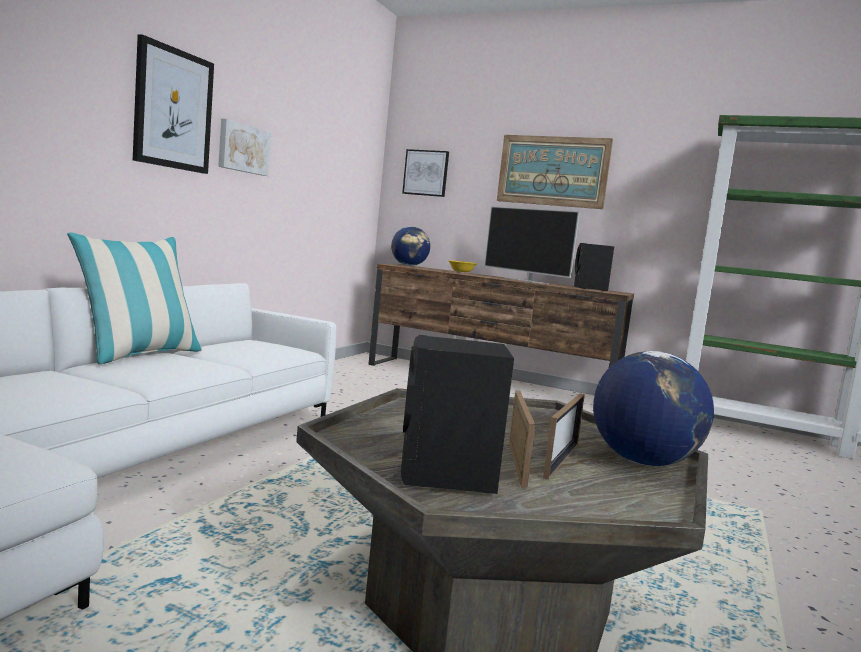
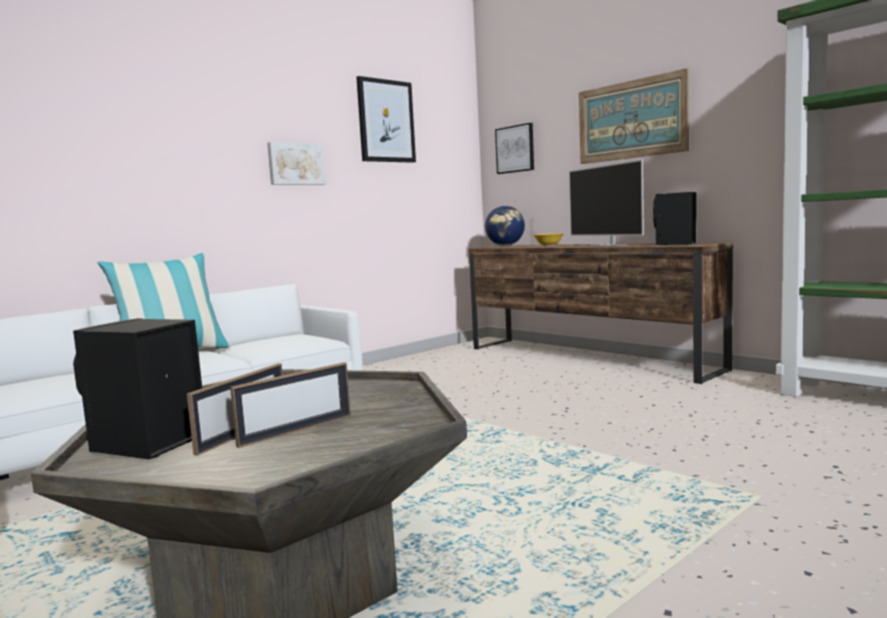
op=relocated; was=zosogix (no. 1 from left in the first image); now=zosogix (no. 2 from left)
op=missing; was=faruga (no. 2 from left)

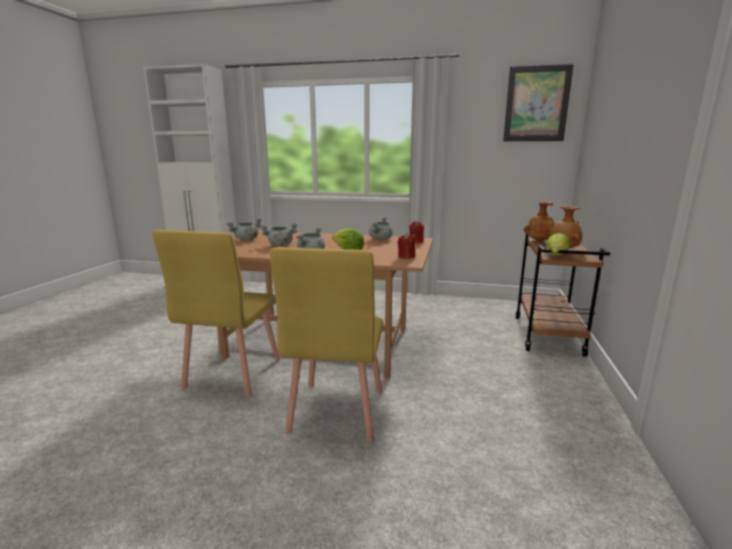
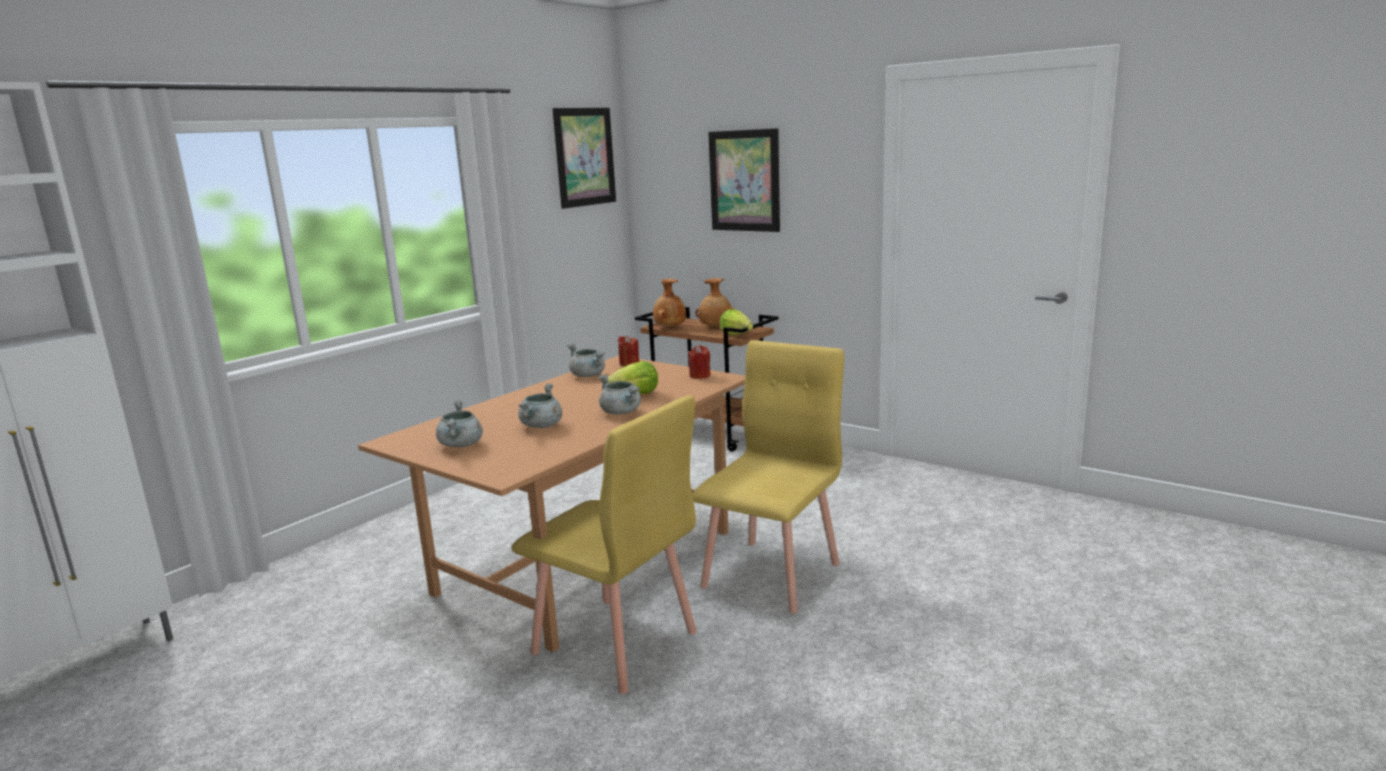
op=spun; was=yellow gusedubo (no. 2 from left); clockwise=-90
op=appeared; now=zosogix (no. 2 from left)

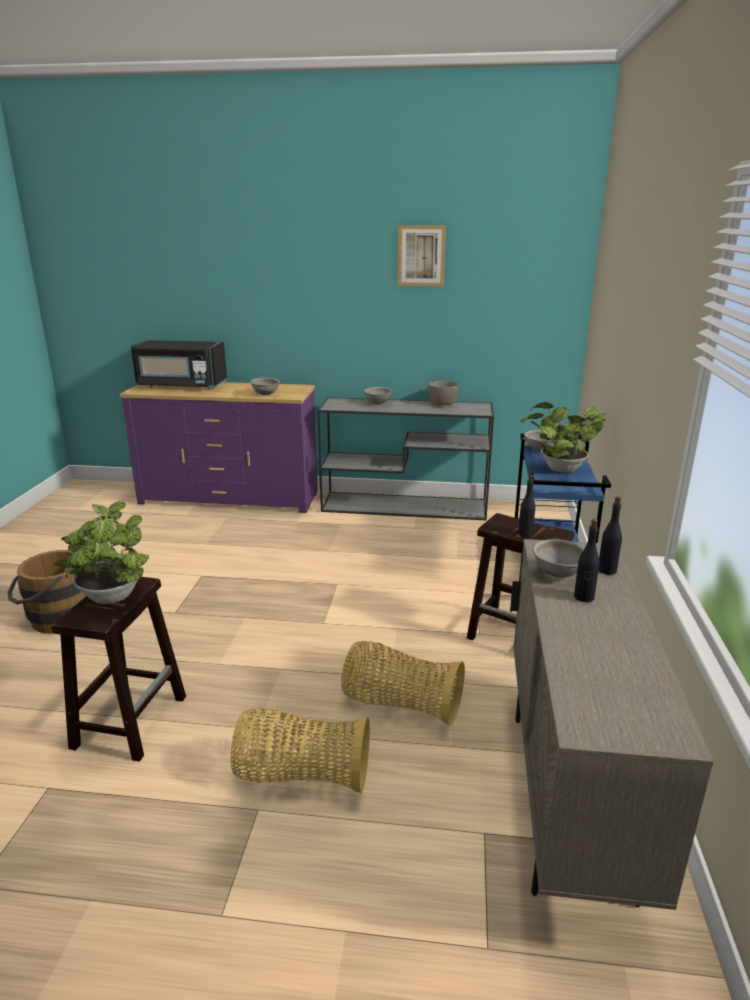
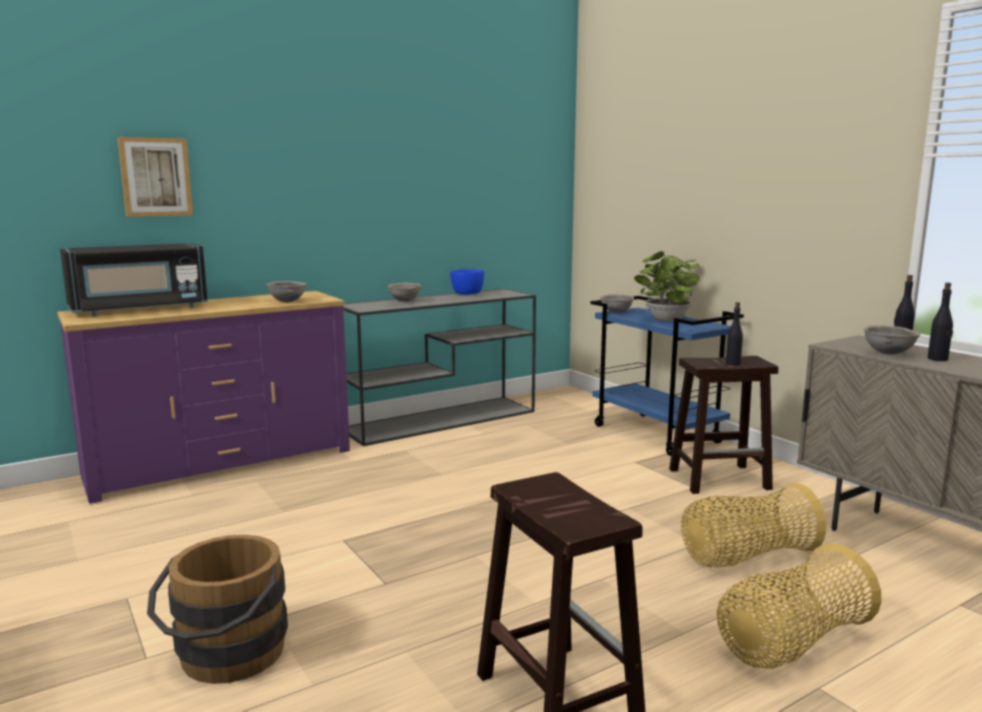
op=relocated; was=zosogix
op=colour; was=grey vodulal (no. 3 from left); now=blue vodulal
op=missing; was=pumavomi (no. 1 from left)

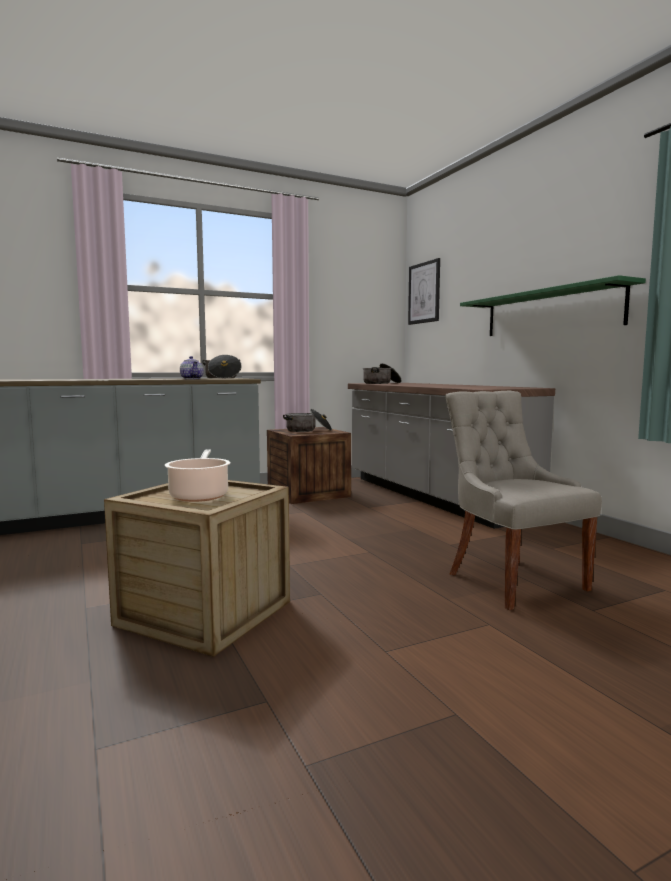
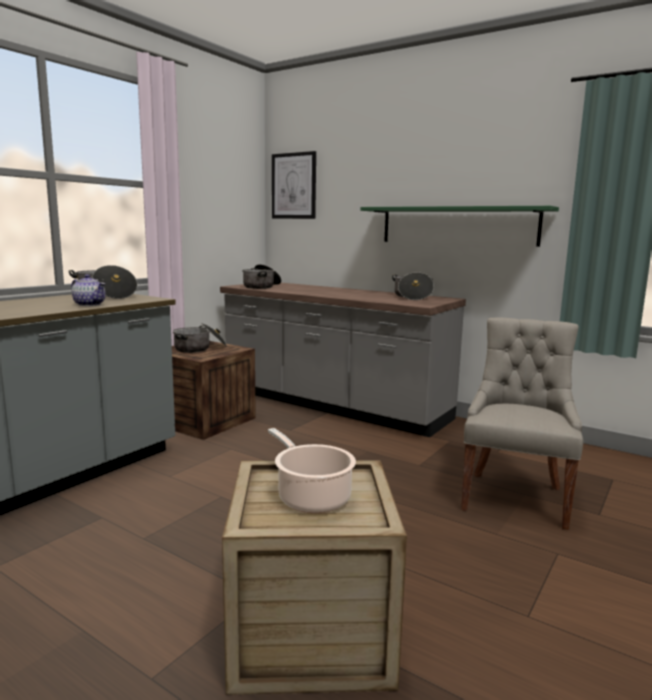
op=appeared; now=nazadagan (no. 5 from left)
op=spun; was=grey gusedubo; clockwise=75

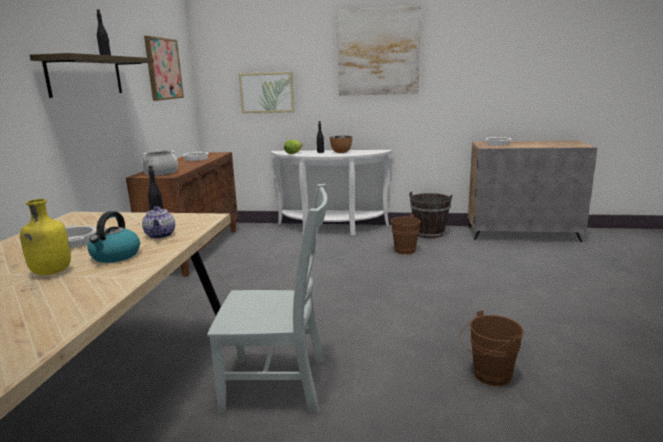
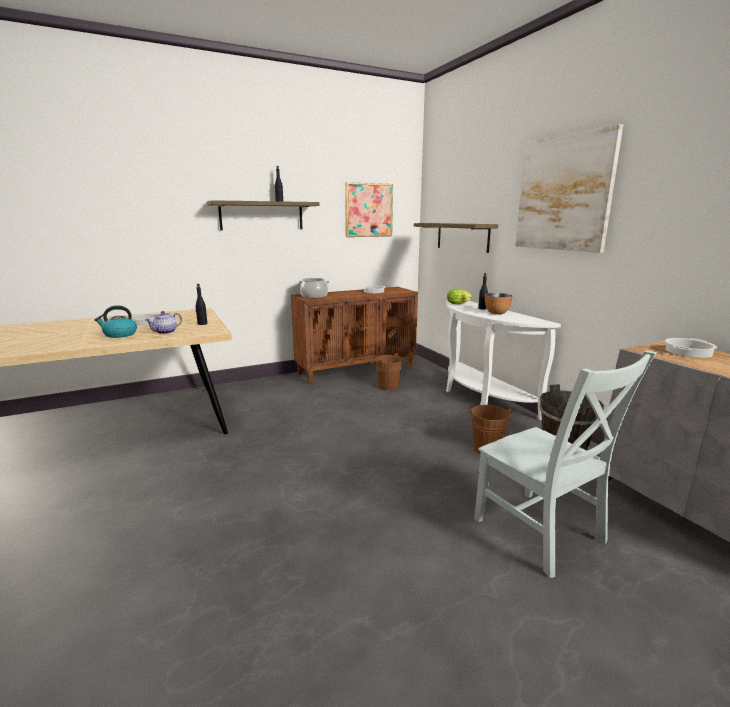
op=relocated; was=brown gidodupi (no. 3 from left in the first image); now=brown gidodupi (no. 1 from left)
op=exchanged; was=zosogix (no. 2 from left); now=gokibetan (no. 2 from left)
op=relocated; was=grey gusedubo
op=missing; was=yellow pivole

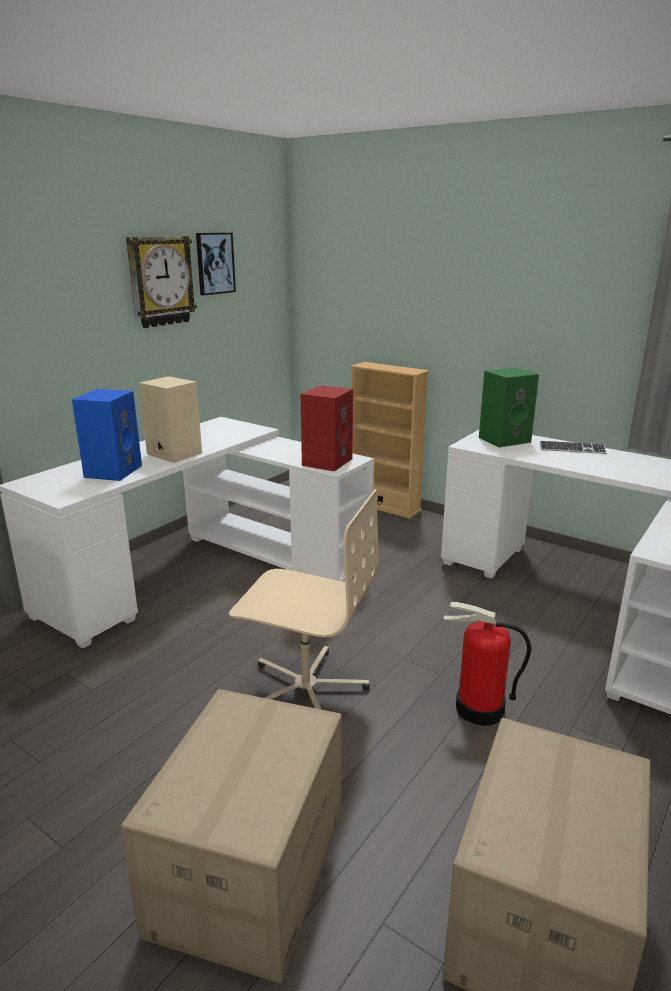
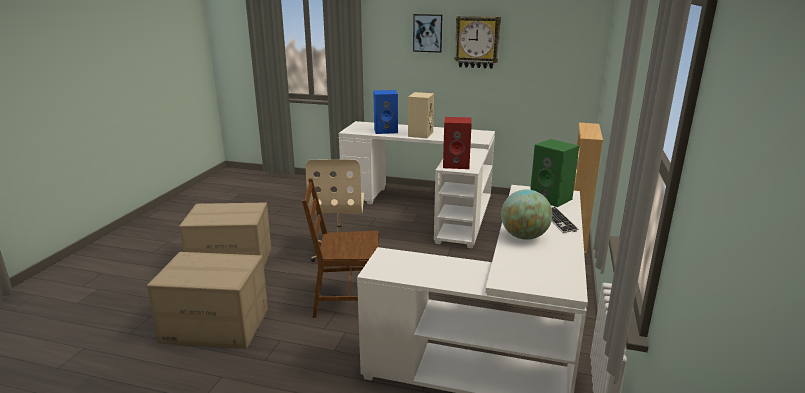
op=exchanged; was=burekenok; now=brown gusedubo
op=relocated; was=zosogix
op=appeared; now=faruga

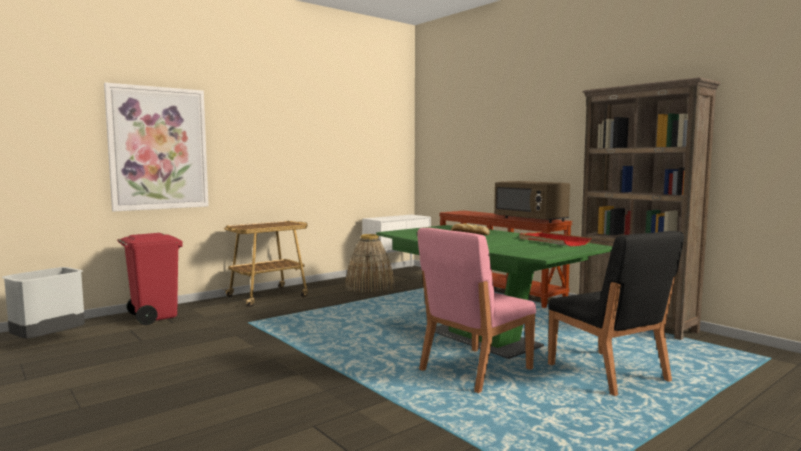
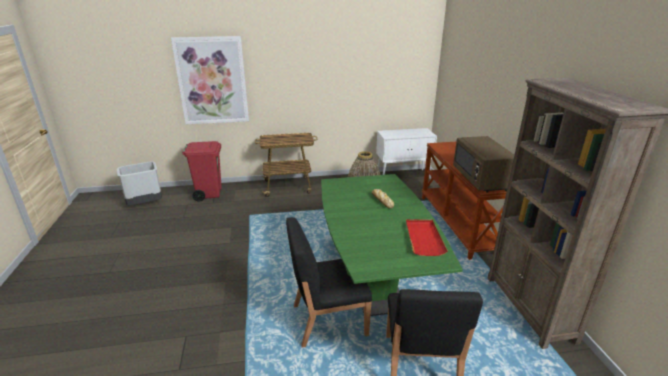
op=colour; was=pink gusedubo; now=black gusedubo (no. 1 from left)

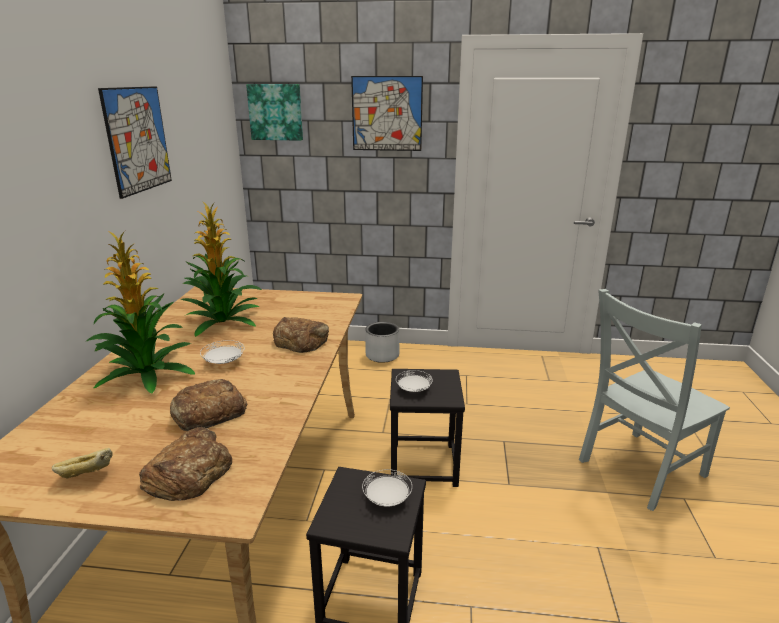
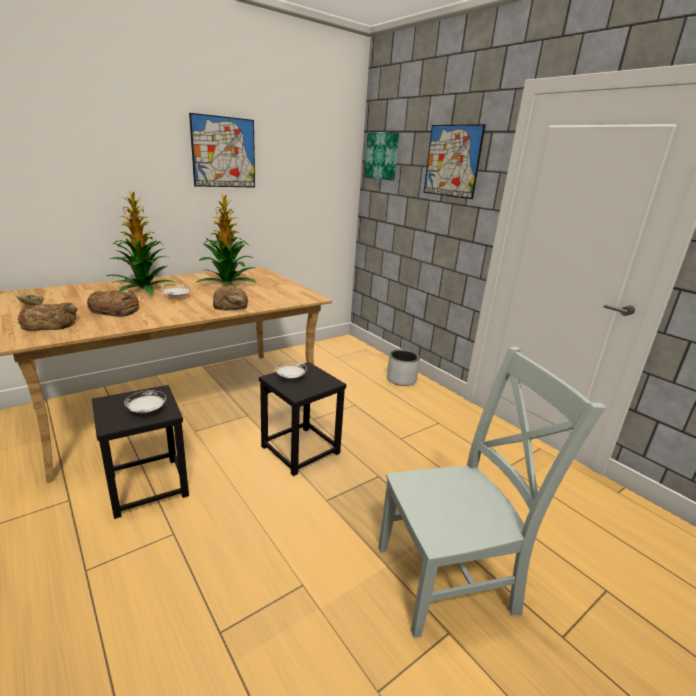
op=spun; was=grey gusedubo; clockwise=150

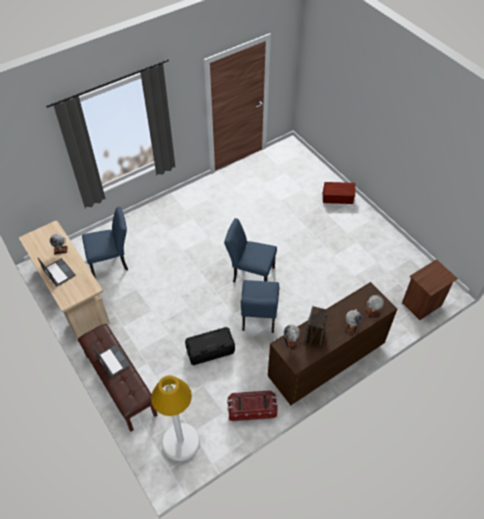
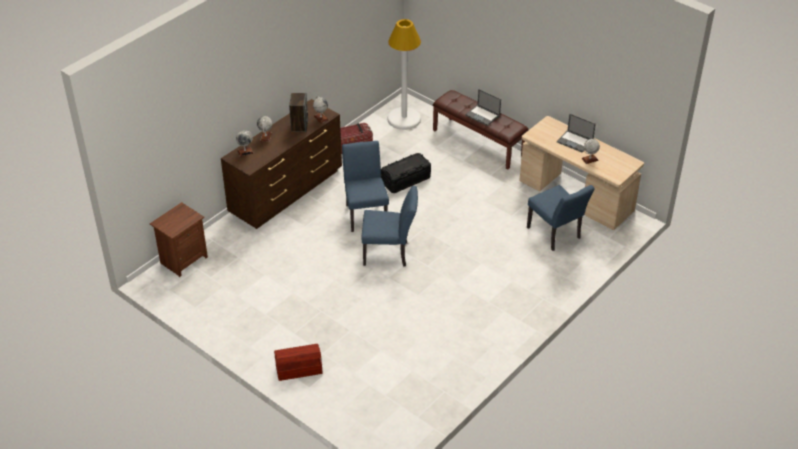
op=spun; was=blue gusedubo (no. 1 from left in the first image); clockwise=-90

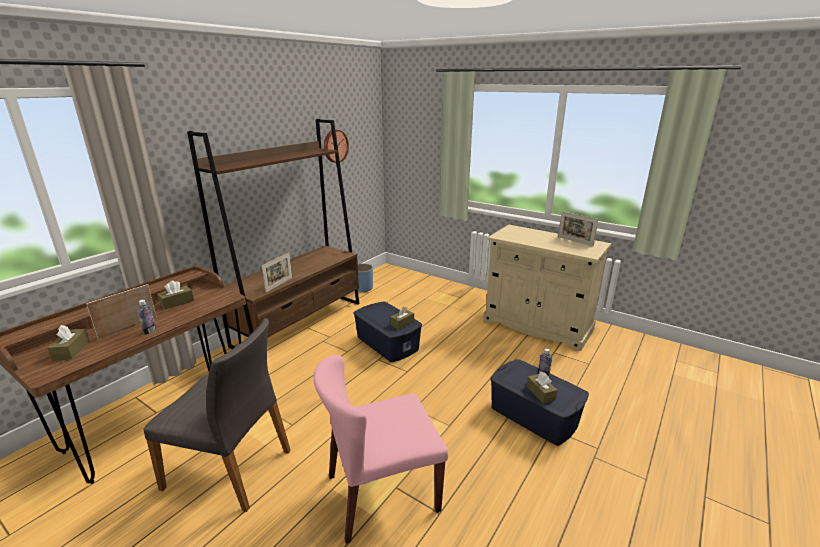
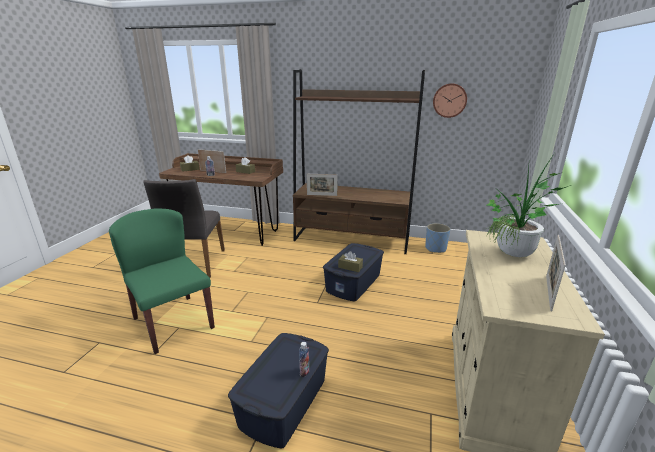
op=colour; was=pink gusedubo; now=green gusedubo
op=appeared; now=pumavomi
op=missing; was=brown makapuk (no. 4 from left)

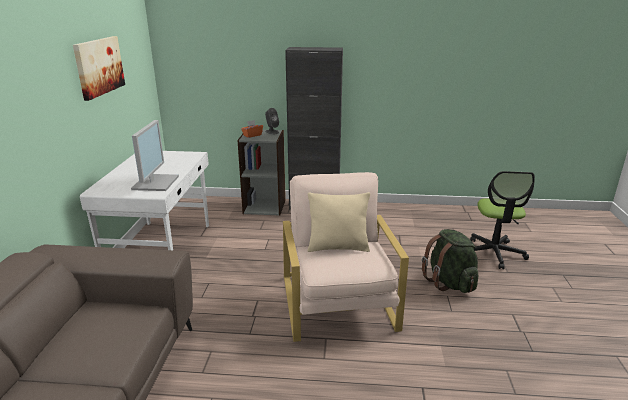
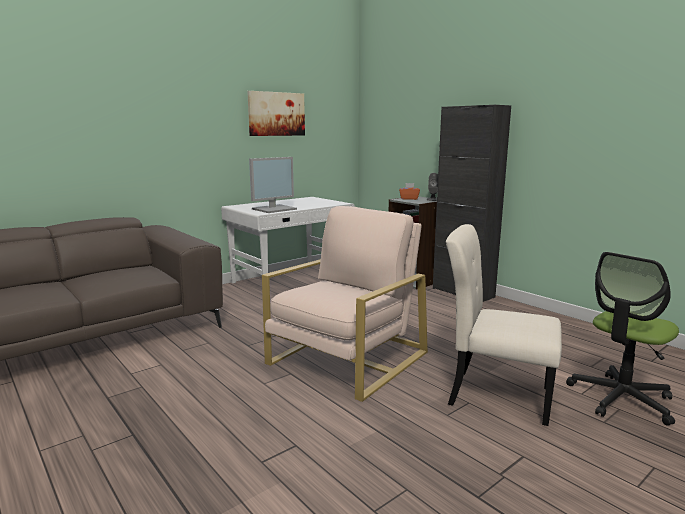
op=exchanged; was=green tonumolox; now=beige gusedubo
op=missing; was=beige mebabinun

